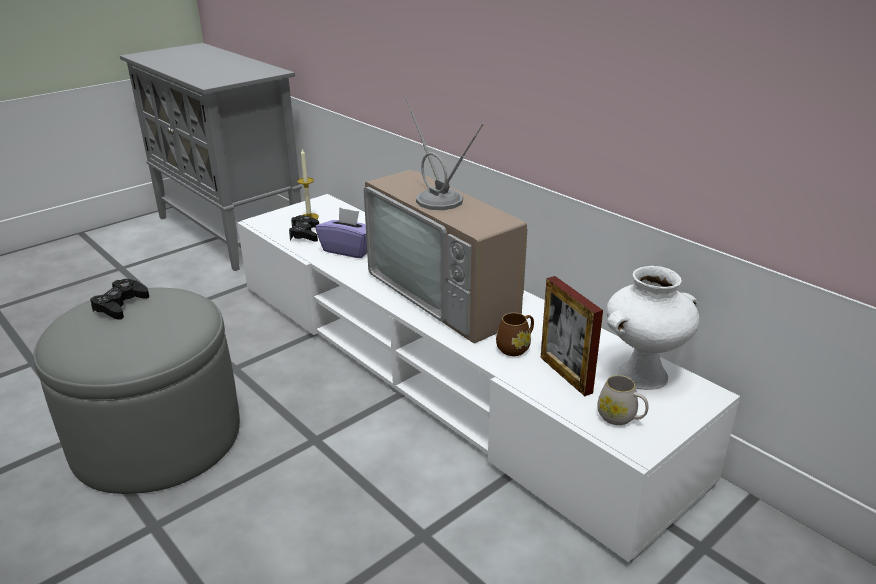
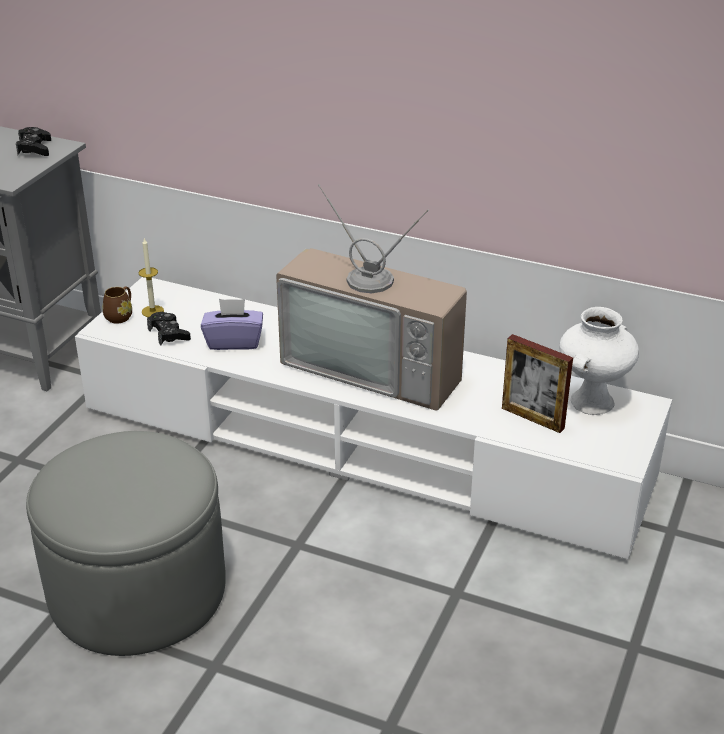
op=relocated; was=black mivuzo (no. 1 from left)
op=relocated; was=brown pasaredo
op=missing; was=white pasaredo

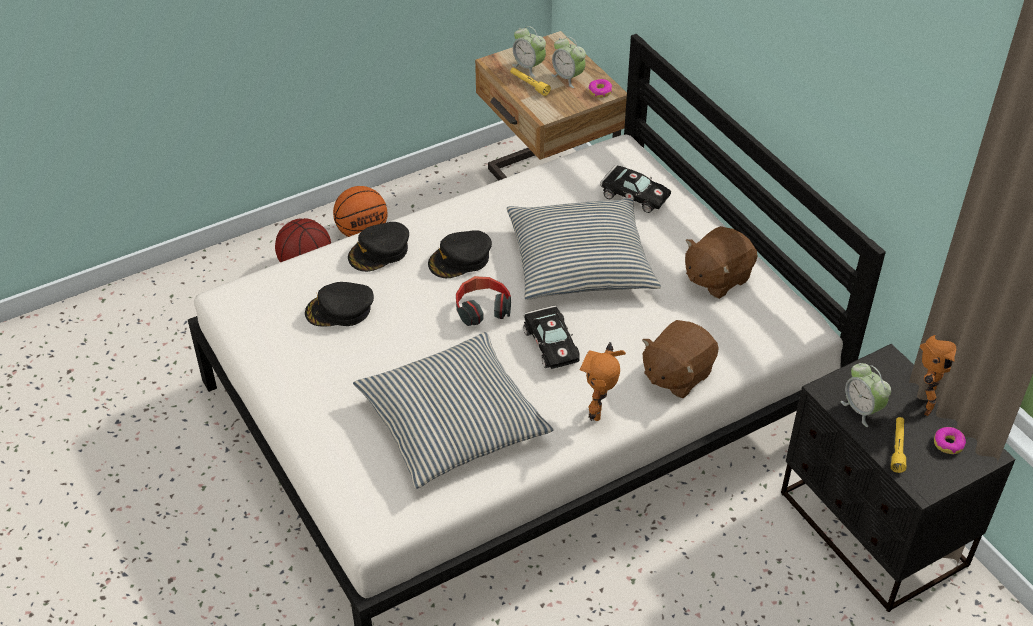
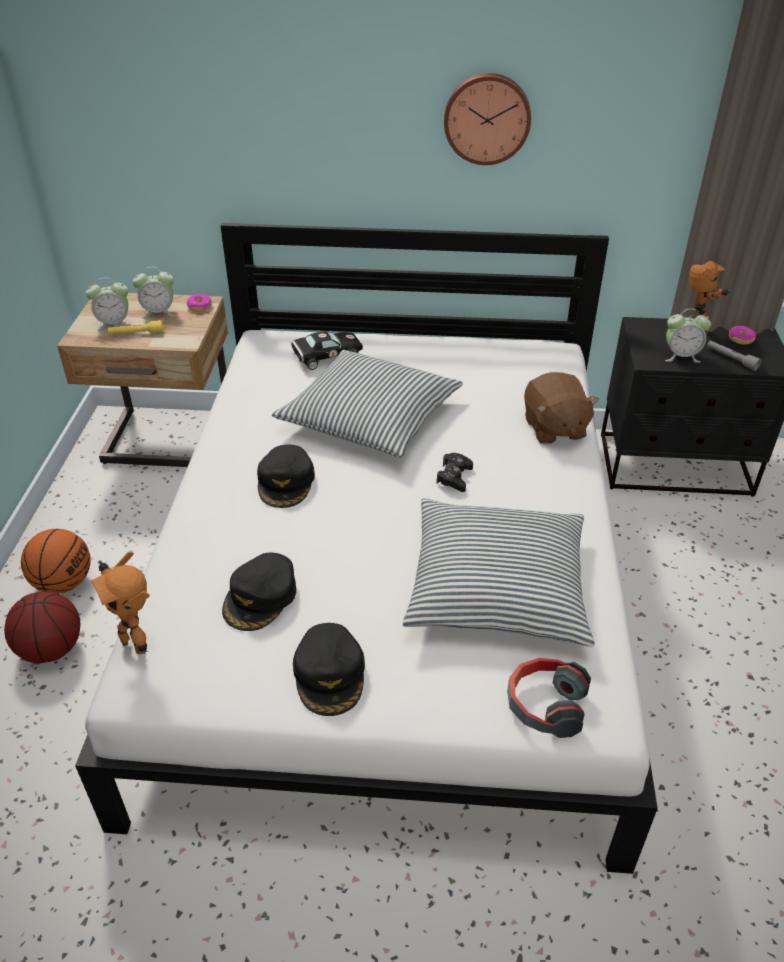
op=relocated; was=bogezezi (no. 1 from left)
op=relocated; was=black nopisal (no. 2 from left in the first image); now=black nopisal (no. 3 from left)
op=exchanged; was=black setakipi (no. 1 from left); now=black mivuzo
op=appeared; now=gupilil
op=relocated; was=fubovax
op=colour; was=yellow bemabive (no. 2 from left); now=grey bemabive
op=missing; was=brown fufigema (no. 2 from left)

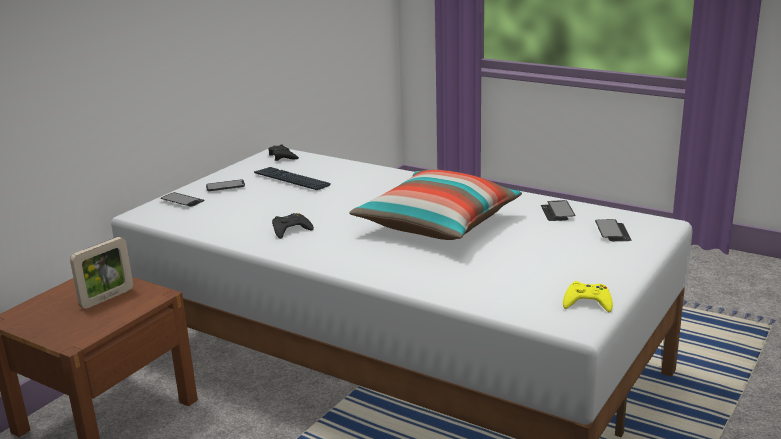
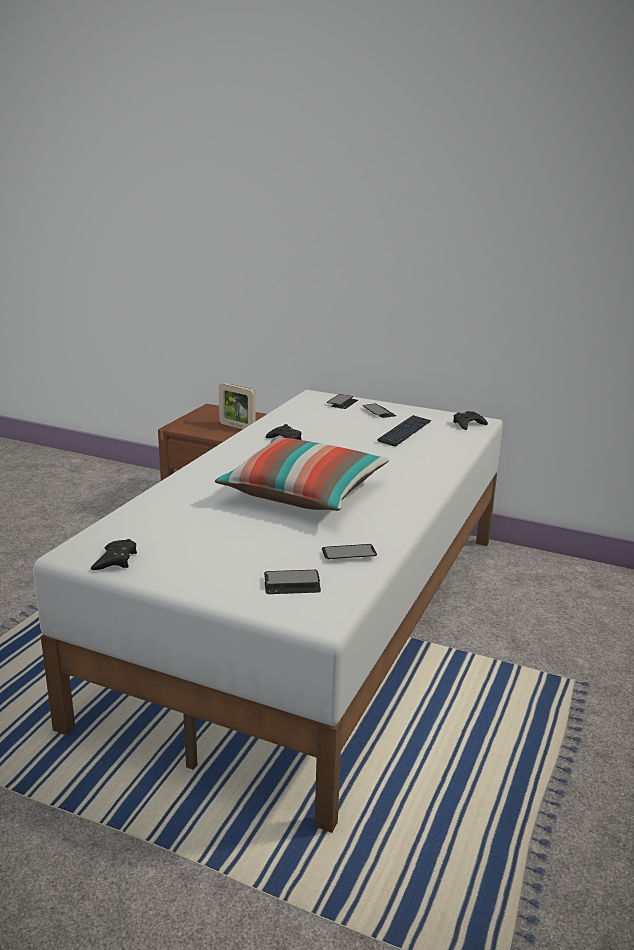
op=colour; was=yellow mivuzo; now=black mivuzo (no. 1 from left)

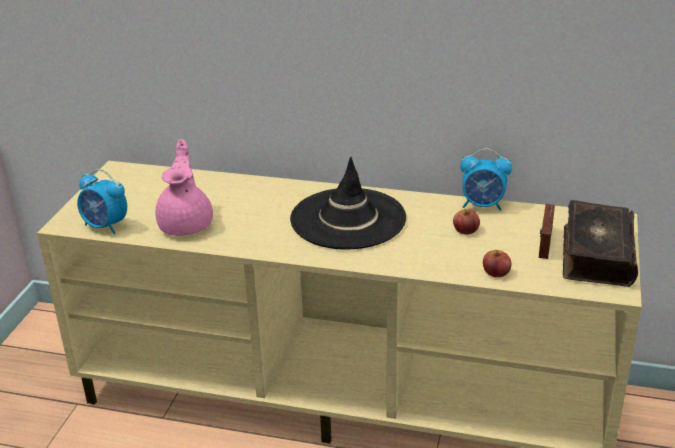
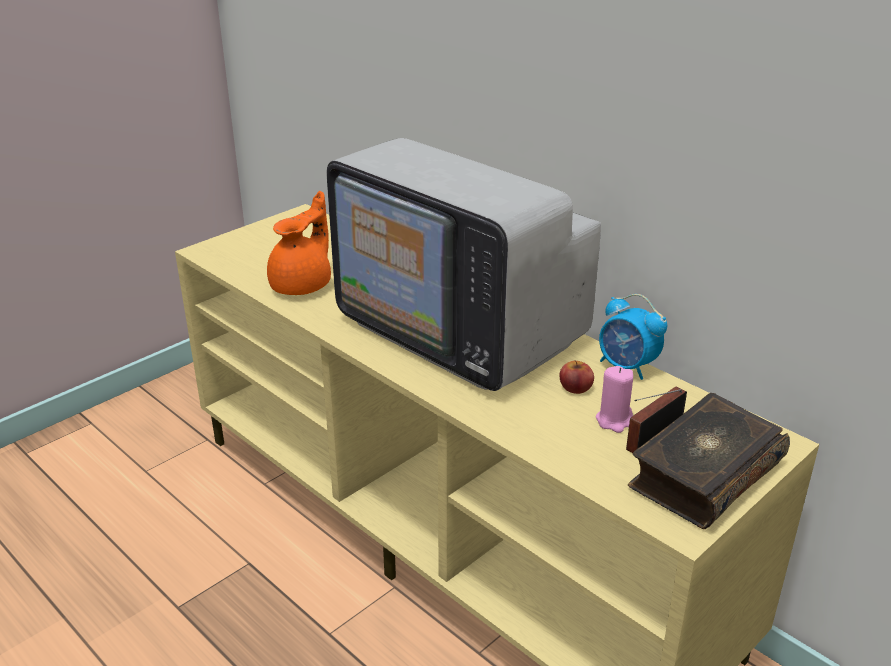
op=colour; was=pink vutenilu; now=orange vutenilu
op=exchanged; was=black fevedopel; now=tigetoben
op=appeared; now=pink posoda
op=missing; was=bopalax (no. 1 from left)
op=missing; was=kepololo (no. 2 from left)

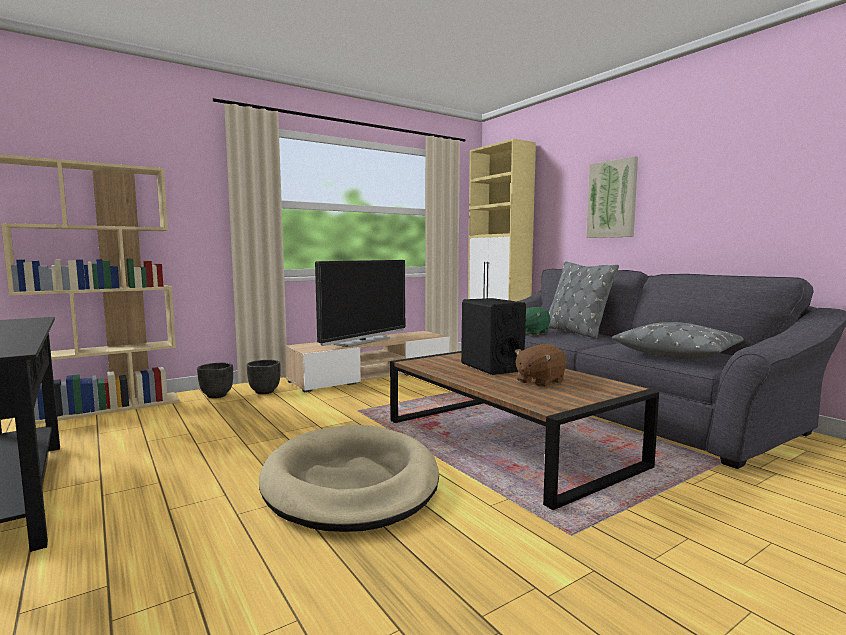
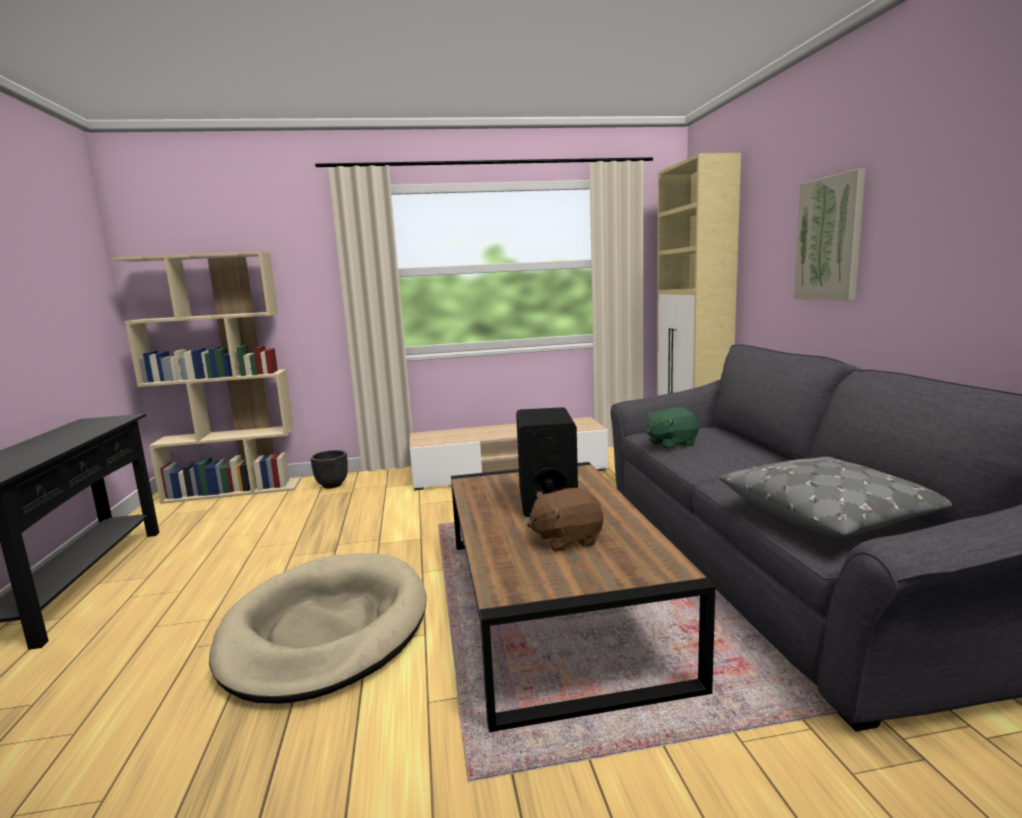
op=missing; was=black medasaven (no. 2 from left)
op=missing; was=tigetoben
op=missing; was=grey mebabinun (no. 1 from left)

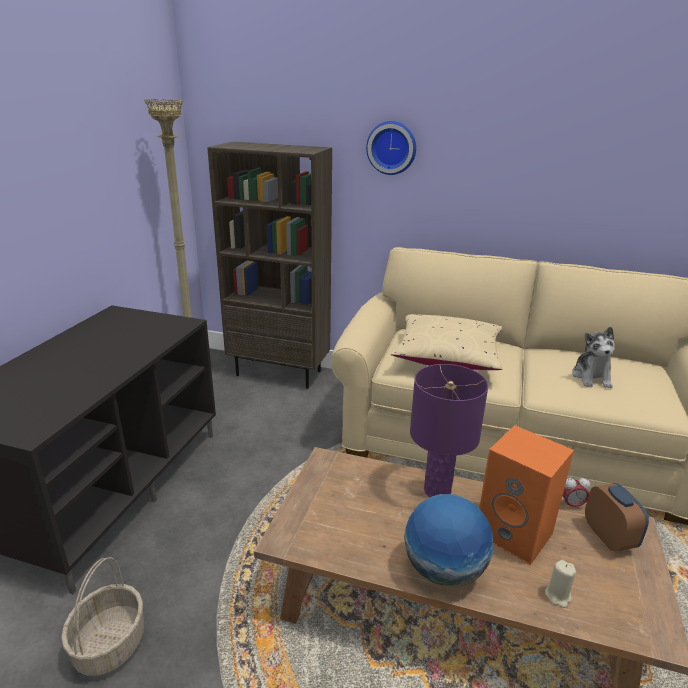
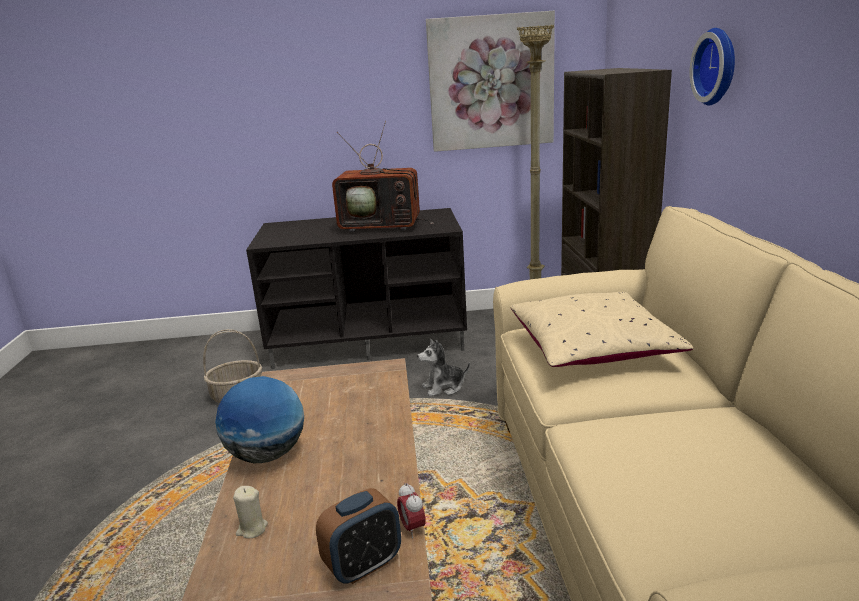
op=appeared; now=tigetoben
op=relocated; was=fufigema
op=appeared; now=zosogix
op=missing; was=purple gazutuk
op=missing; was=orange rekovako

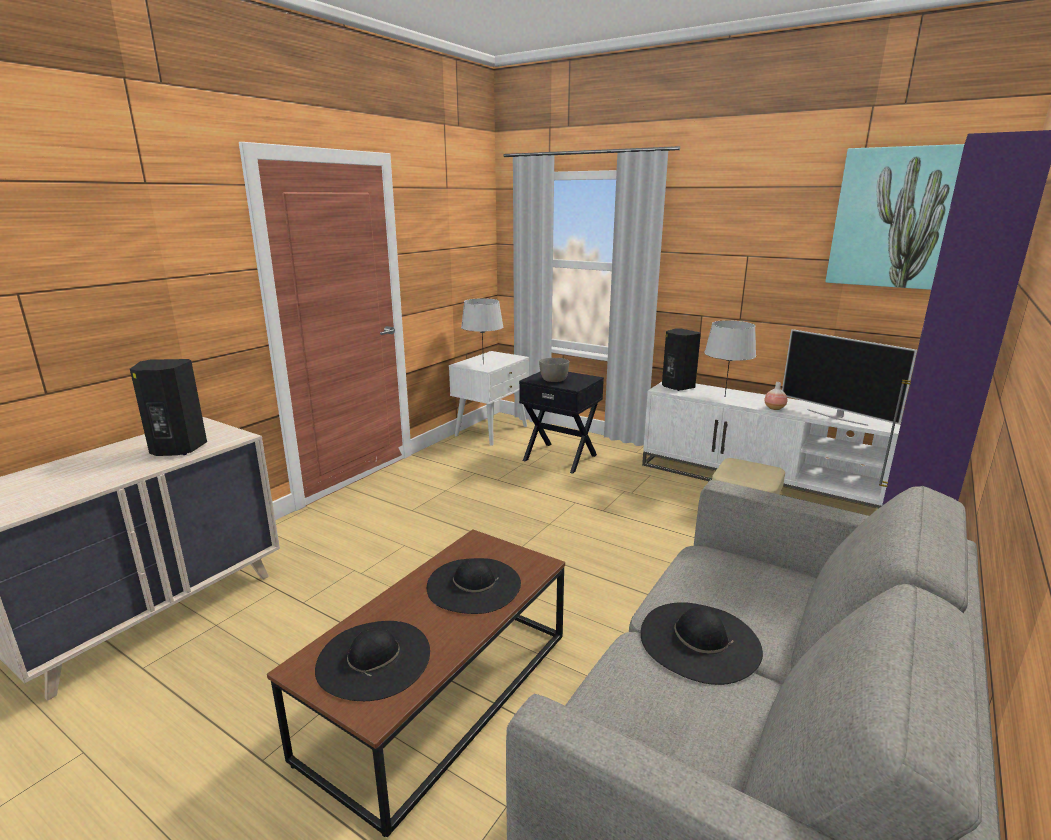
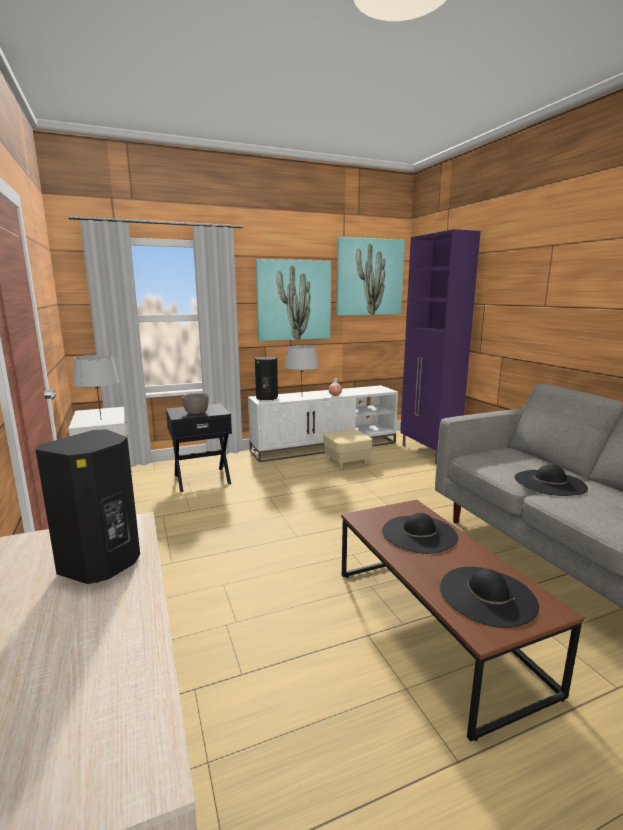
op=appeared; now=zosogix (no. 1 from left)
op=missing; was=tigetoben

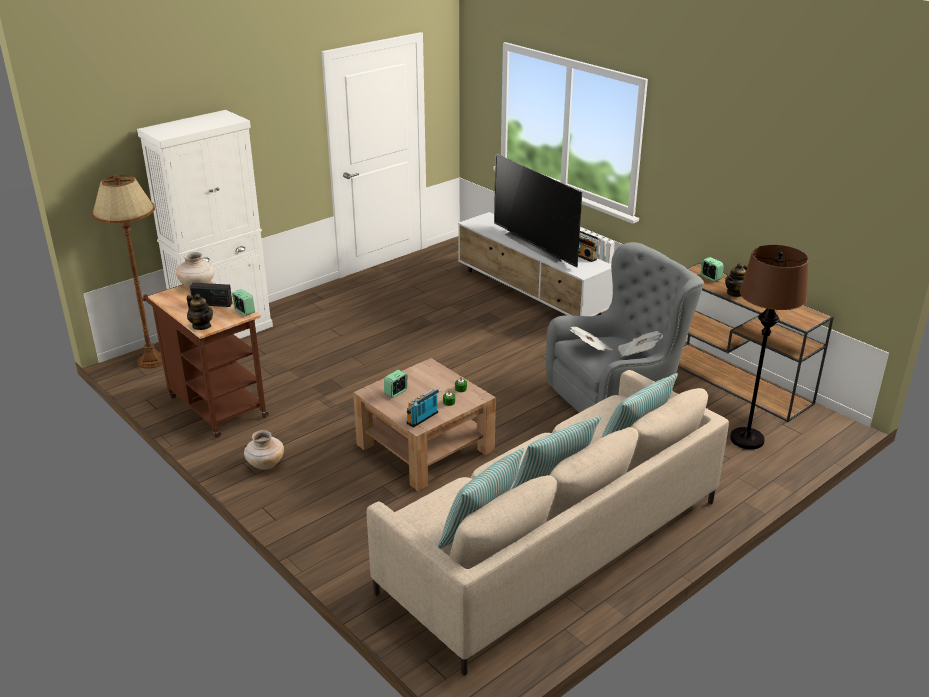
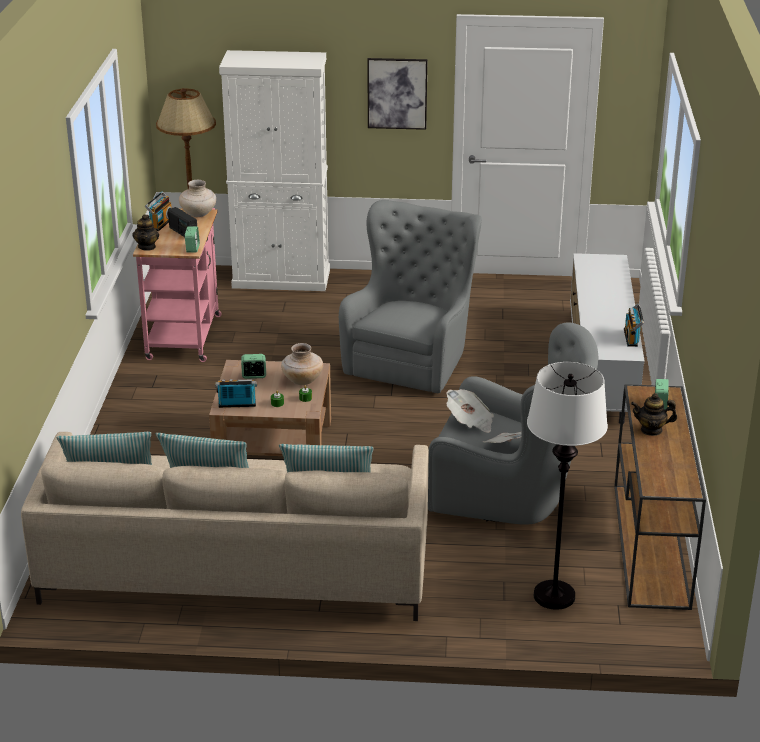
op=colour; was=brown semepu; now=pink semepu
op=appeared; now=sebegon (no. 1 from left)
op=relocated; was=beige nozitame (no. 2 from left)
op=appeared; now=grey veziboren (no. 1 from left)
op=appeared; now=zosogix
op=colour; was=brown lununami (no. 2 from left); now=white lununami
op=missing; was=tigetoben

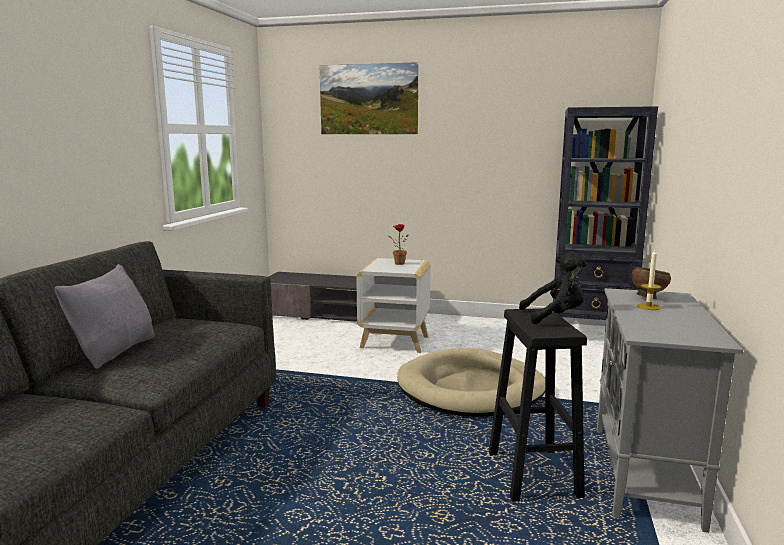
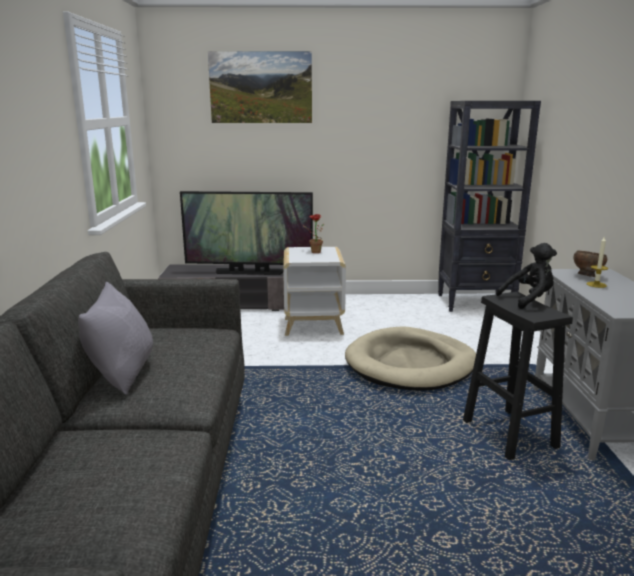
op=appeared; now=tigetoben

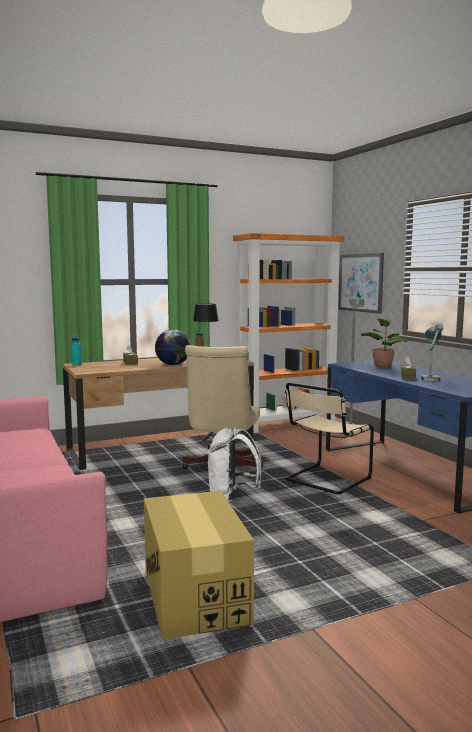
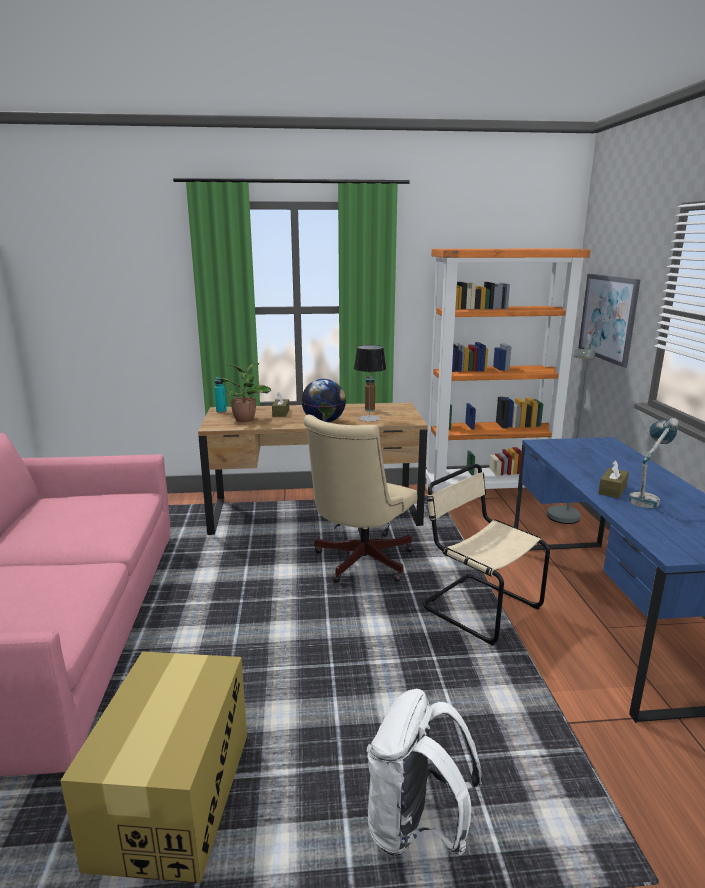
op=relocated; was=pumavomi
op=relocated; was=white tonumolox
op=spun; was=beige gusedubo; clockwise=75

